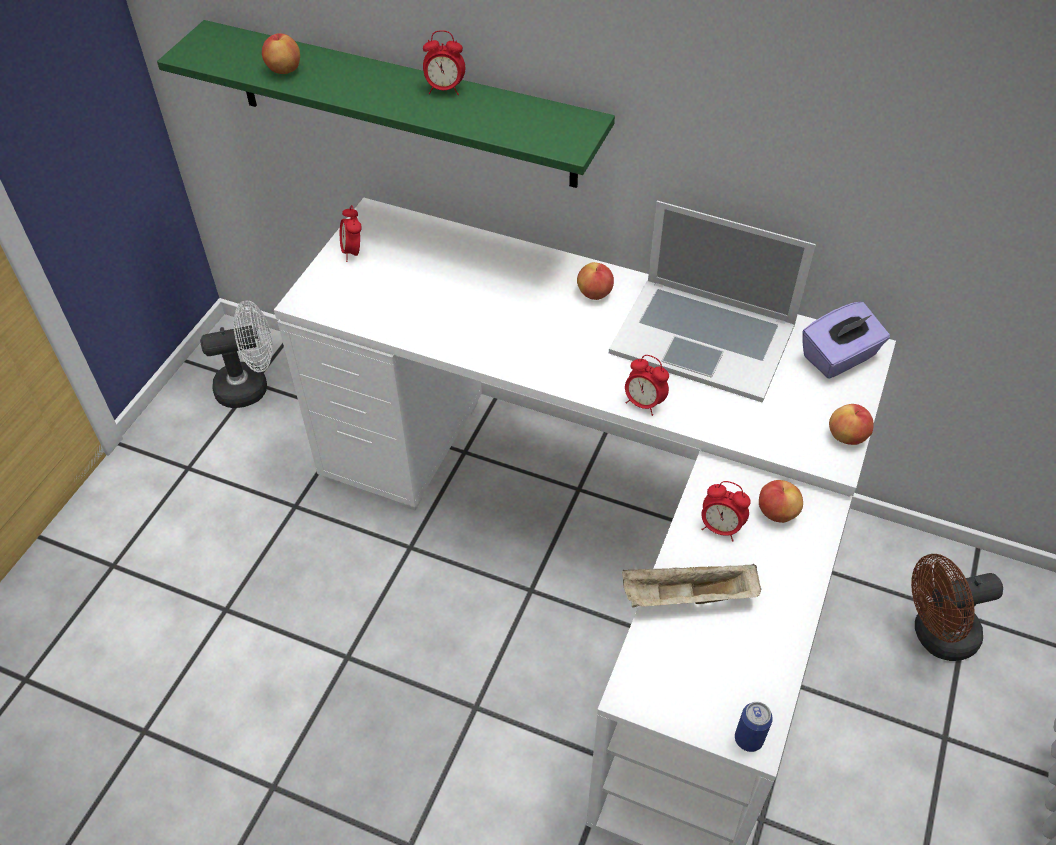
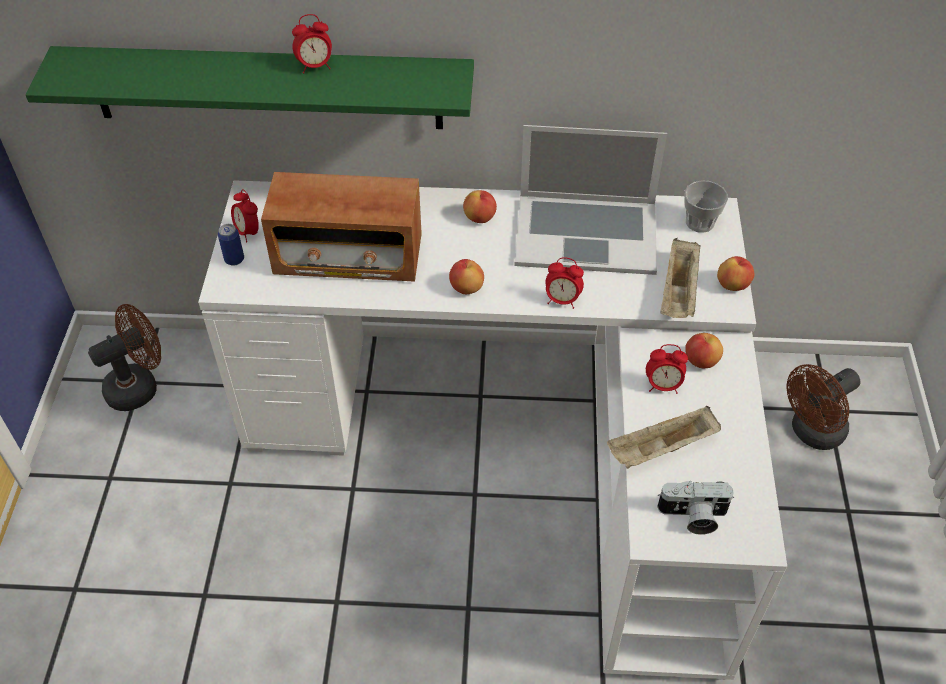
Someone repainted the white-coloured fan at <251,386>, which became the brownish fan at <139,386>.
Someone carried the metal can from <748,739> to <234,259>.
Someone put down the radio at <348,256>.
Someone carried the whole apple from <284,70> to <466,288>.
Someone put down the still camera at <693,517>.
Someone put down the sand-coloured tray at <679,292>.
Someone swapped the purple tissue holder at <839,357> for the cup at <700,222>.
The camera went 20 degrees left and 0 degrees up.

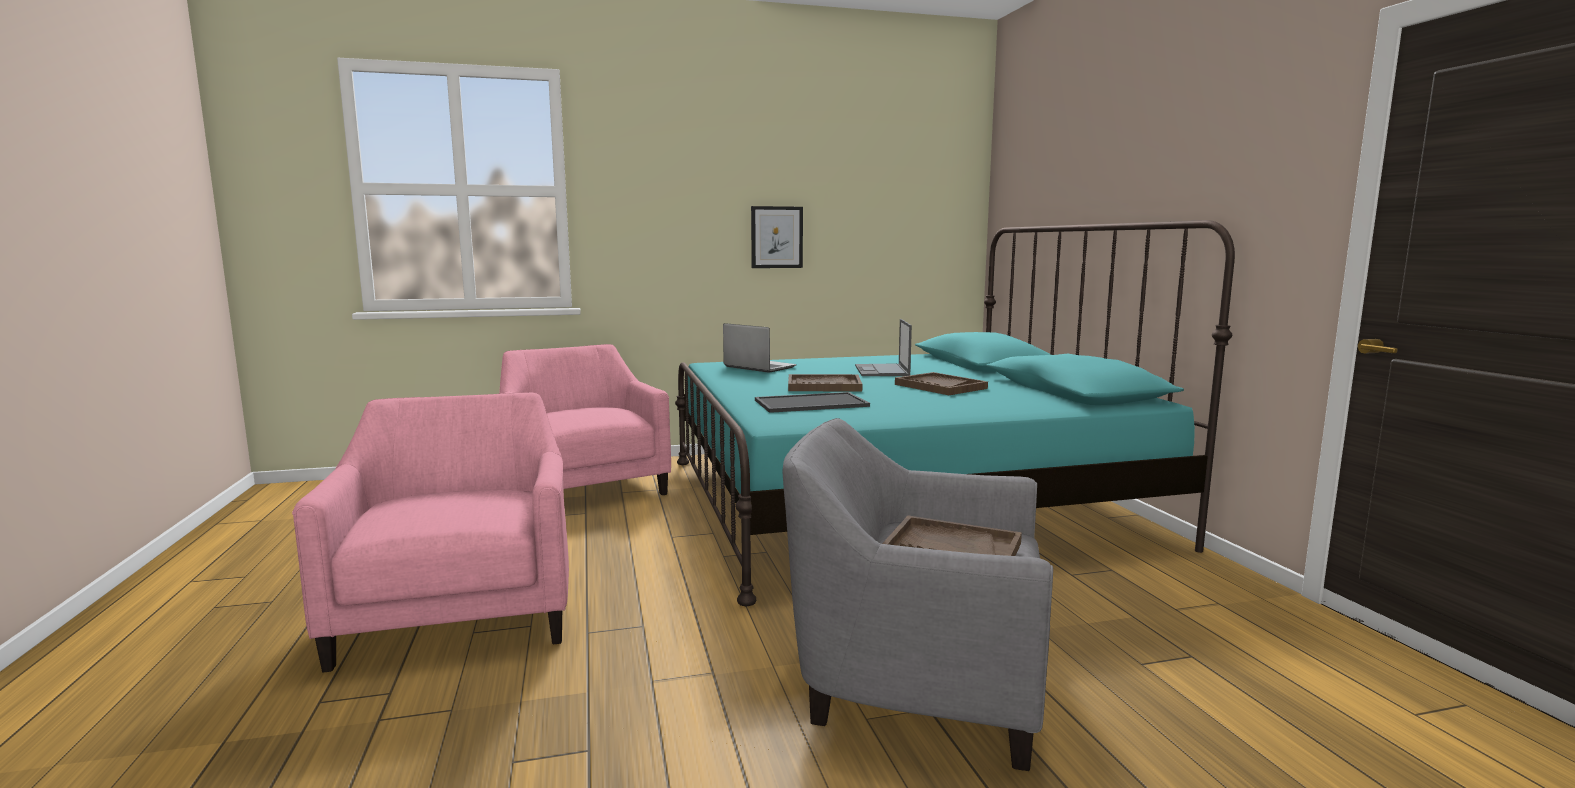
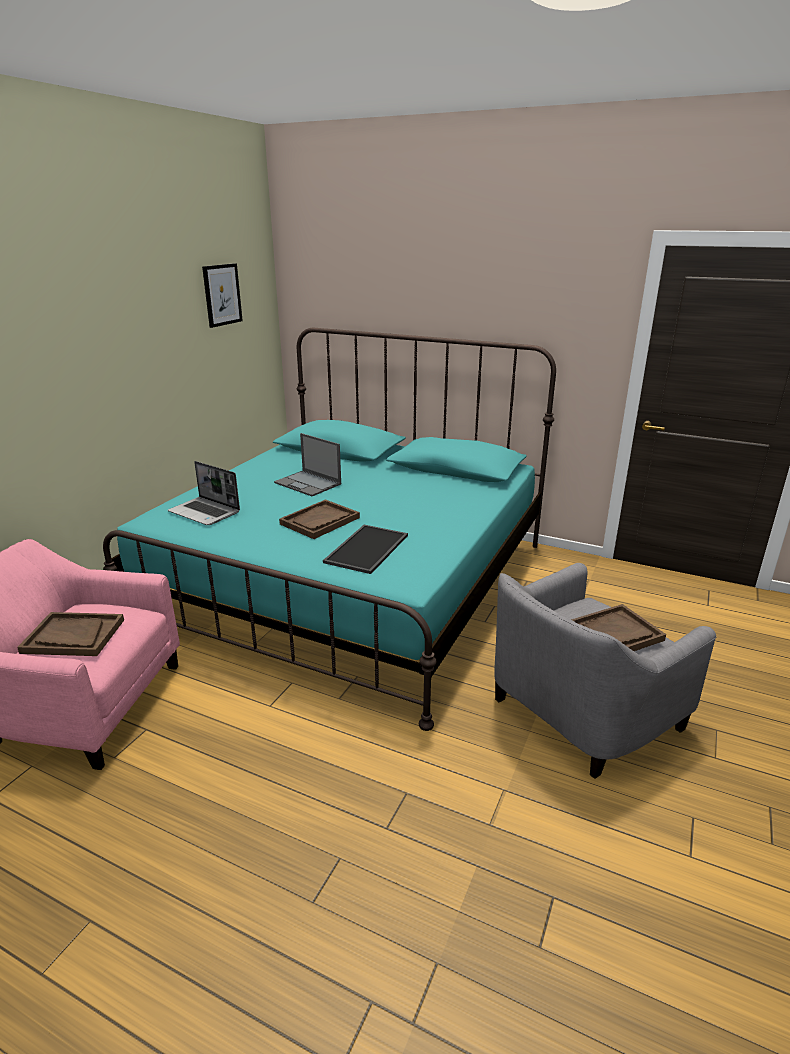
Someone carried the brownish tray from <940,386> to <73,636>.
Someone rotated the portable computer at <758,367> by 135 degrees counterclockwise.
Someone carried the wall picture from <776,237> to <222,295>.
Someone took away the pinkish armchair at <460,612>.
The camera went 50 degrees left and 15 degrees up.

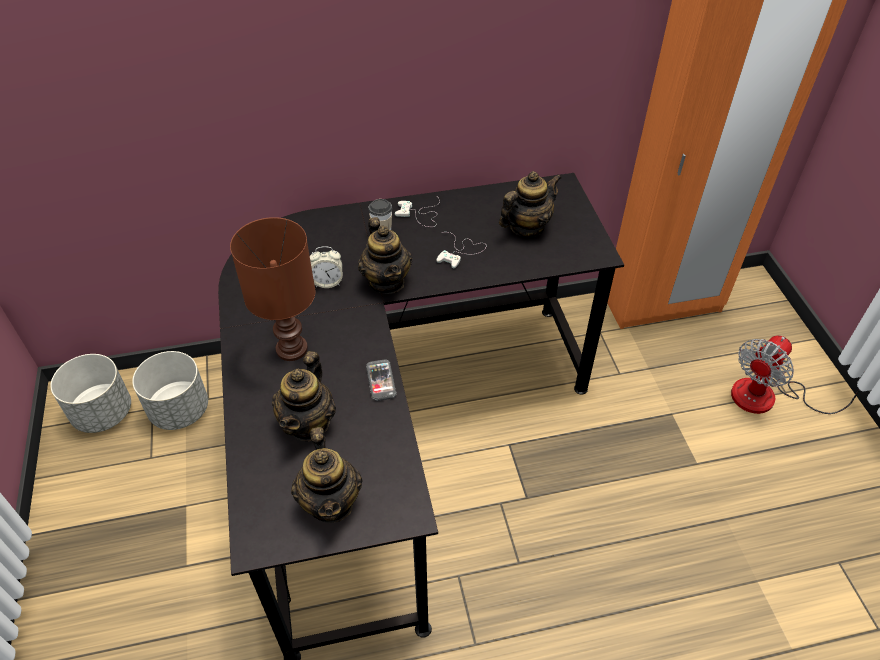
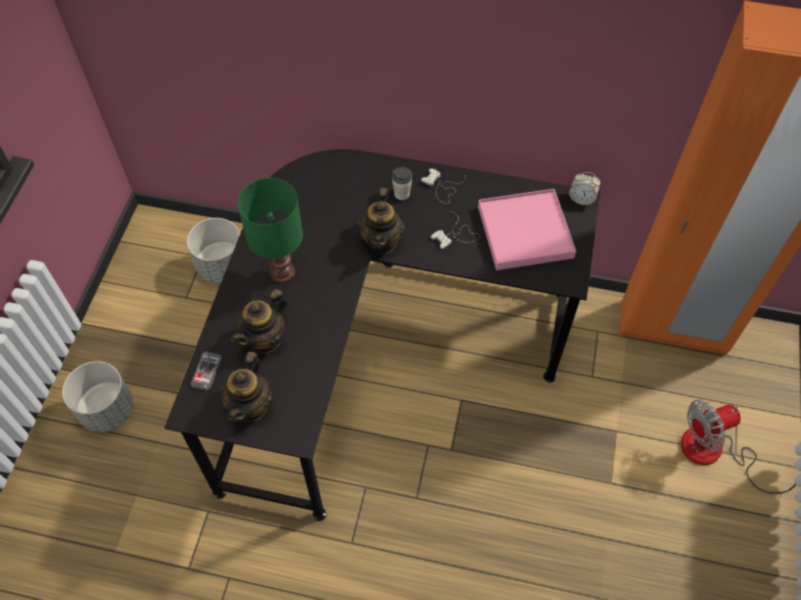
Someone carried the grey planter from <102,413> to <107,409>.
Someone carried the phone from <381,381> to <206,371>.
Someone repainted the brownish lamp for a table at <290,349>, which became the green lamp for a table at <281,273>.
Someone swapped the pot for tea at <527,227> for the pinkish tray at <524,232>.
Someone carried the alarm clock from <327,282> to <581,198>.
The camera went 25 degrees right and 10 degrees up.

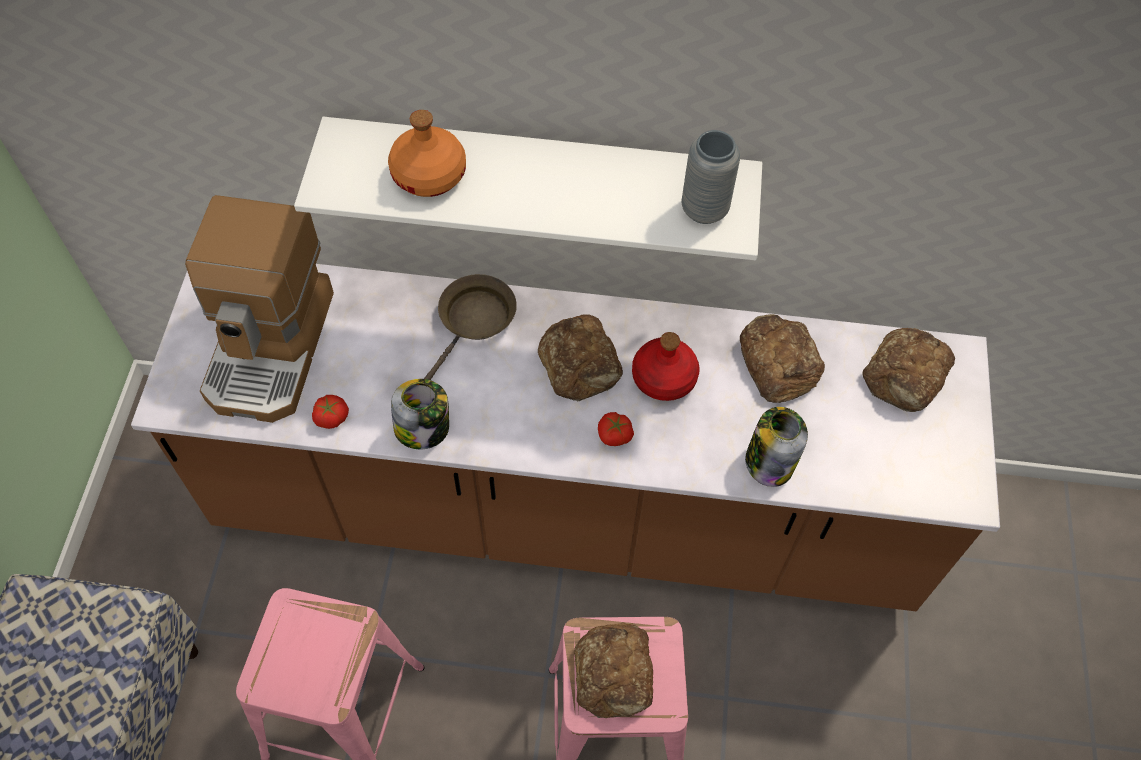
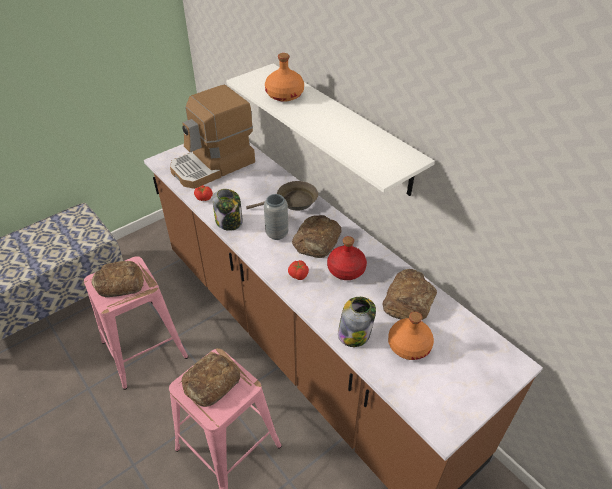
Someone carried the bakery bread from <906,375> to <119,283>.
Someone carried the grey decorative vase from <704,210> to <277,234>.
Someone put down the orange beverage bottle at <408,345>.
The camera went 45 degrees right and 15 degrees down.

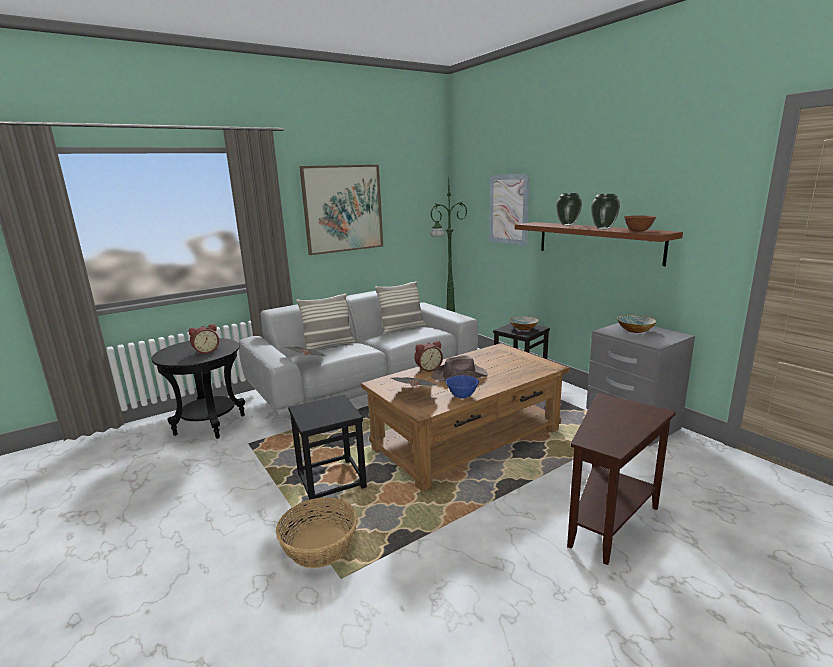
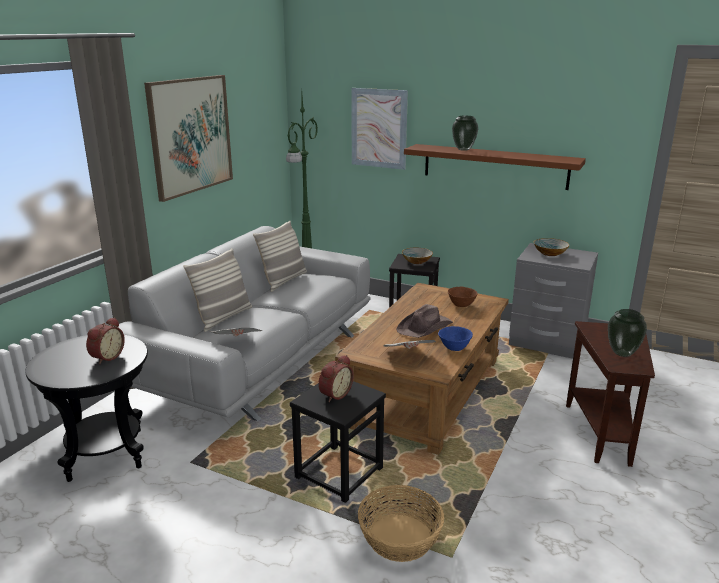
Someone carried the alarm clock from <428,369> to <334,394>.
Someone carried the brownish serving bowl from <638,231> to <461,305>.
Someone carried the decorative vase from <603,228> to <621,353>.
The camera went 30 degrees left and 5 degrees up.

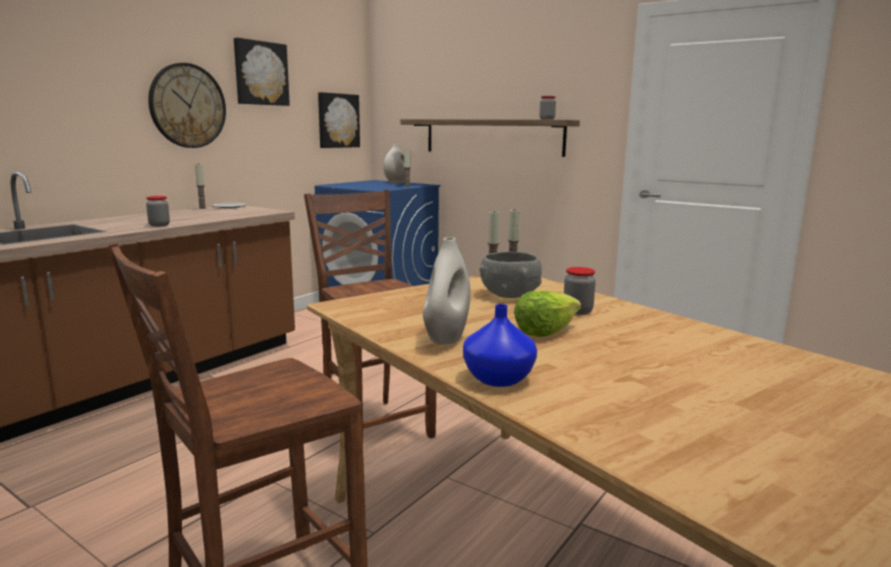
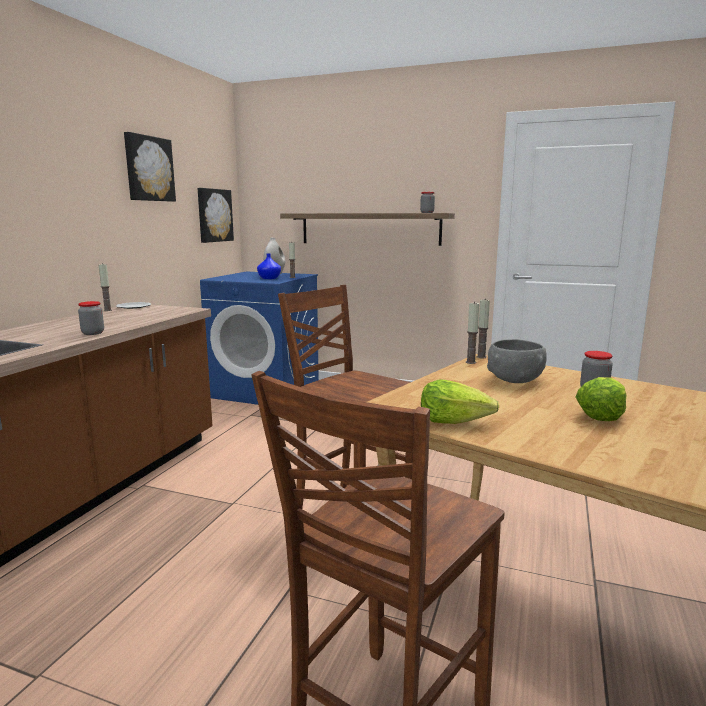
Someone carried the bluish decorative vase from <500,379> to <270,278>.
Someone put down the lettuce at <454,421>.
Someone took away the clock on the wall at <187,106>.
Someone took away the white-coloured decorative vase at <446,337>.
The camera went 15 degrees left and 0 degrees up.

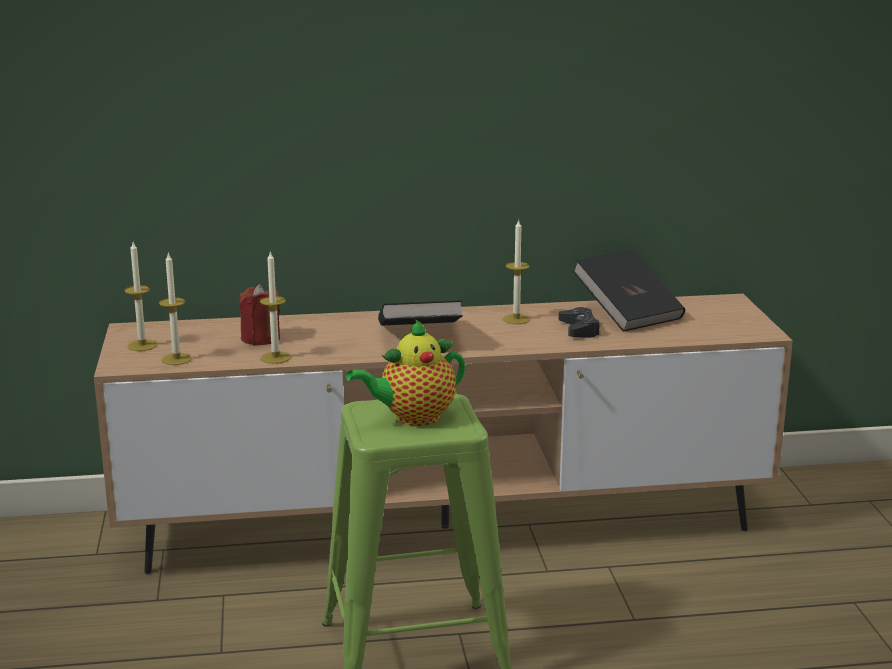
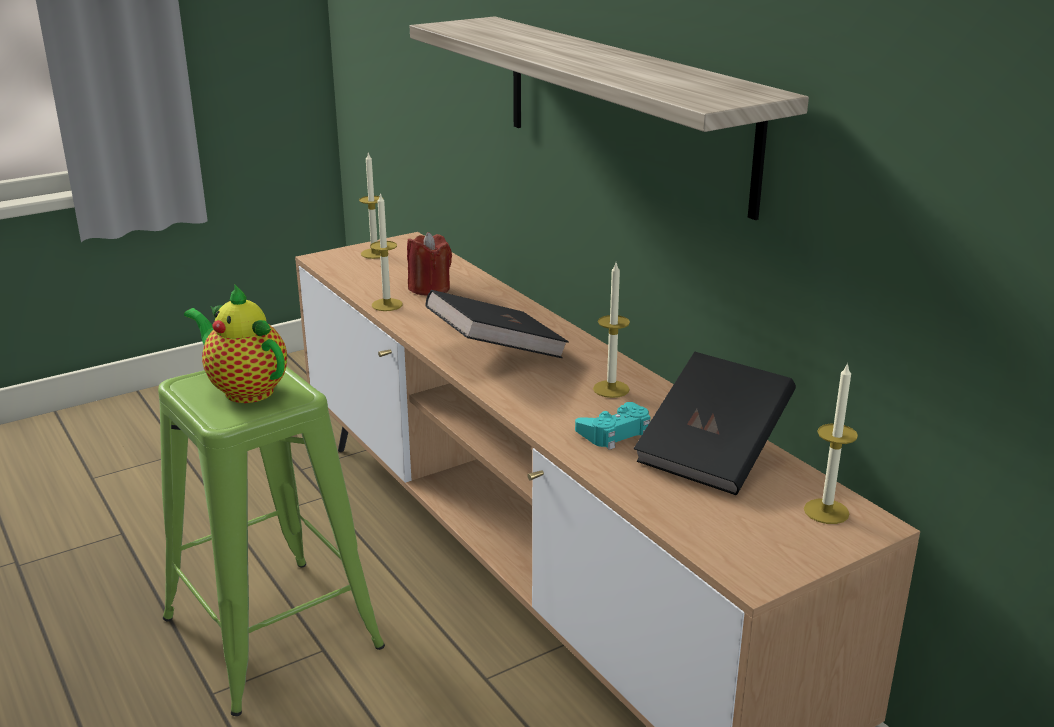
Someone put up the wall shelf at <623,109>.
Someone repainted the blackish joypad at <579,330>, which became the blue-green joypad at <615,433>.
Someone carried the candle from <176,359> to <826,511>.
The camera went 65 degrees right and 5 degrees up.

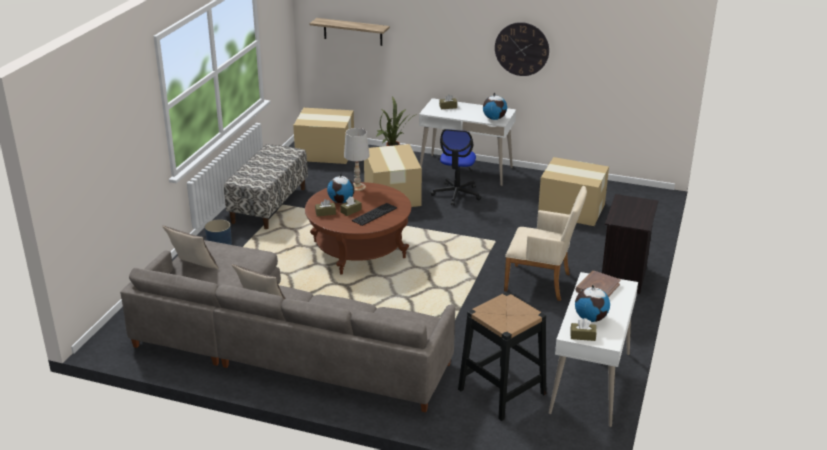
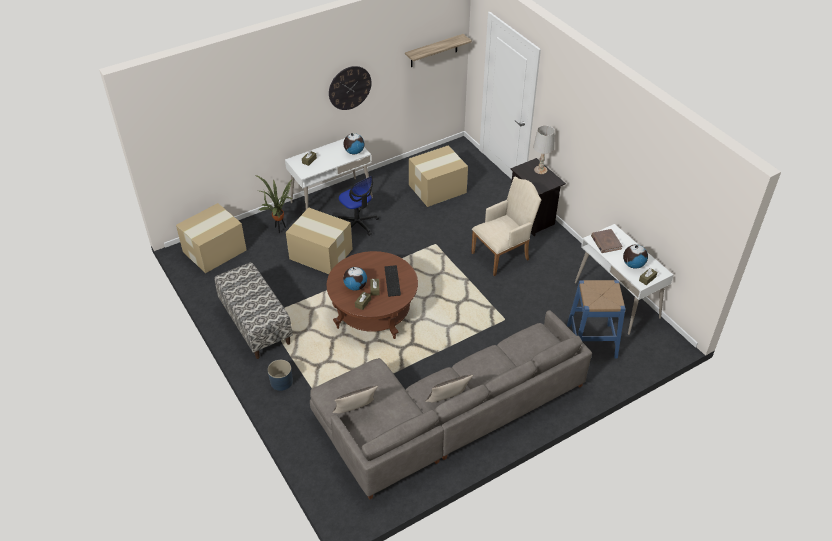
Someone carried the wall shelf from <353,32> to <434,51>.
Someone carried the white-coloured lamp for a table from <357,187> to <540,170>.
Someone repainted the blackish stool at <502,391>, which became the bluish stool at <591,341>.
The camera went 50 degrees left and 15 degrees up.

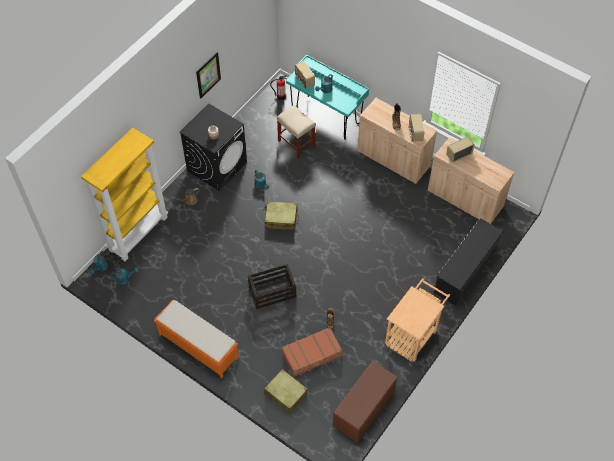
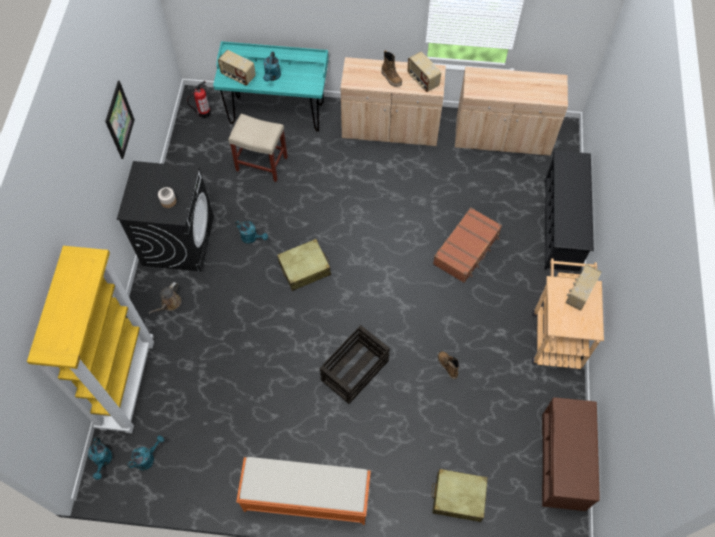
Someone carried the brownish travel case from <312,355> to <467,249>.
Someone carried the radio from <458,154> to <579,293>.
The camera went 30 degrees left and 5 degrees up.

